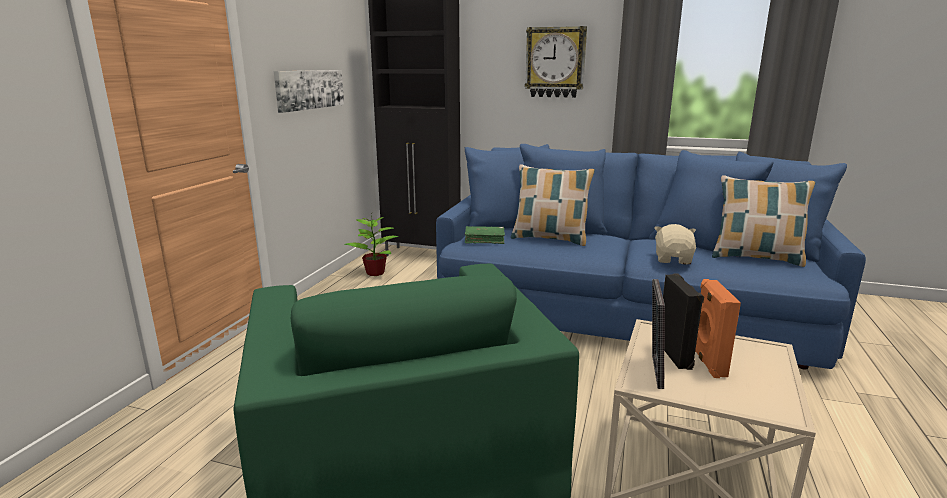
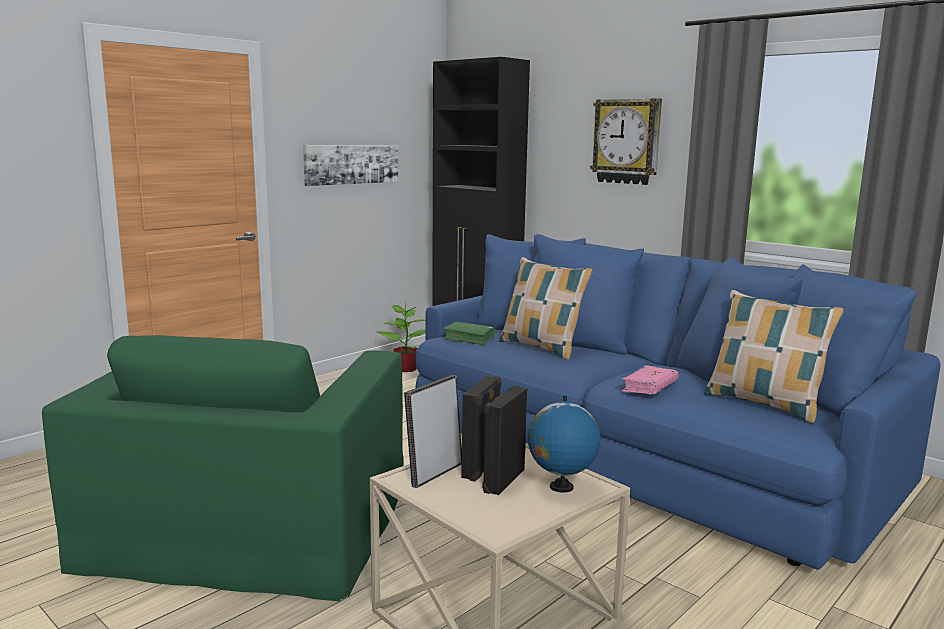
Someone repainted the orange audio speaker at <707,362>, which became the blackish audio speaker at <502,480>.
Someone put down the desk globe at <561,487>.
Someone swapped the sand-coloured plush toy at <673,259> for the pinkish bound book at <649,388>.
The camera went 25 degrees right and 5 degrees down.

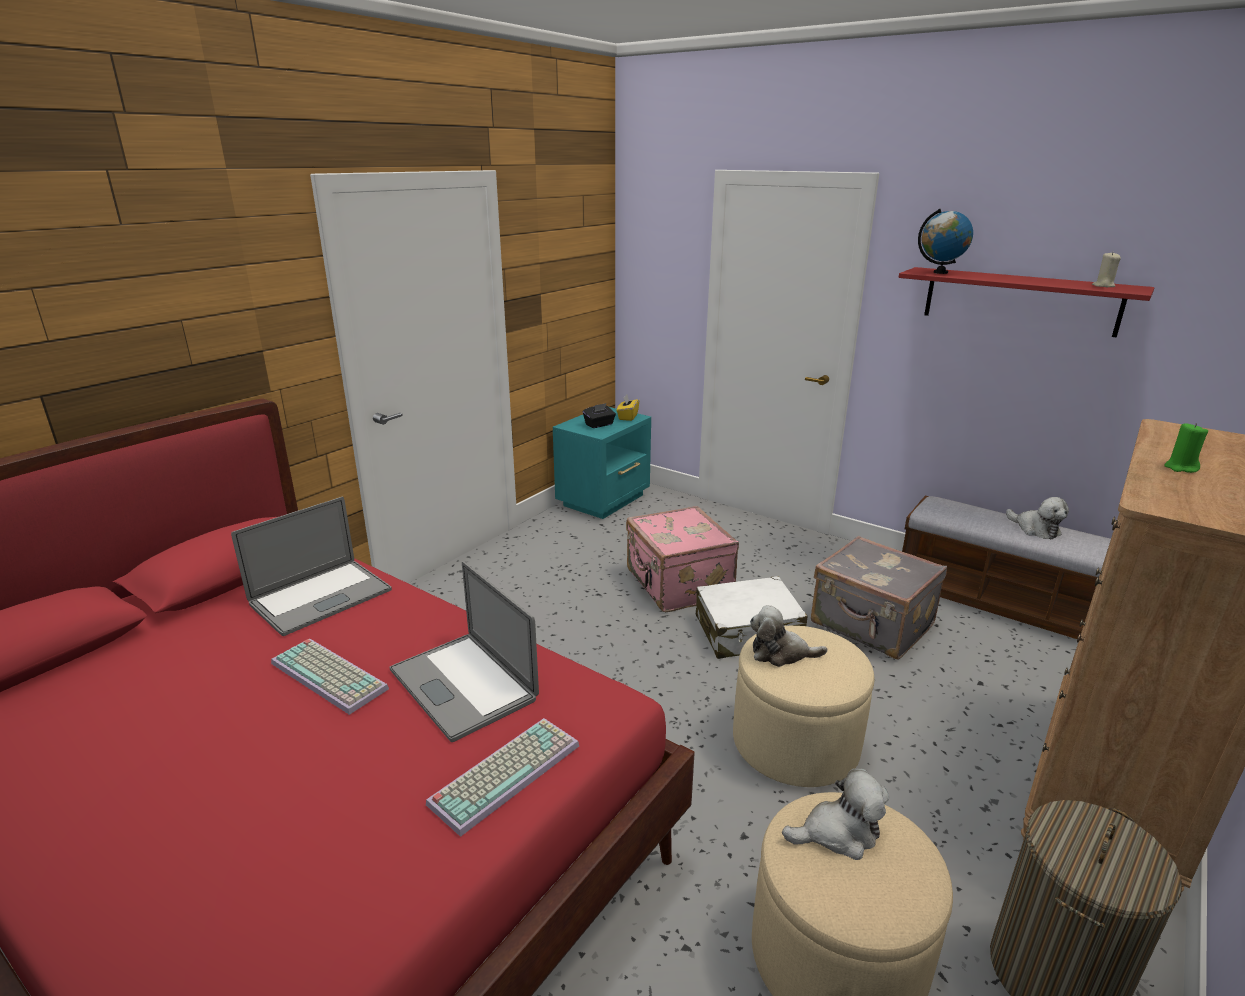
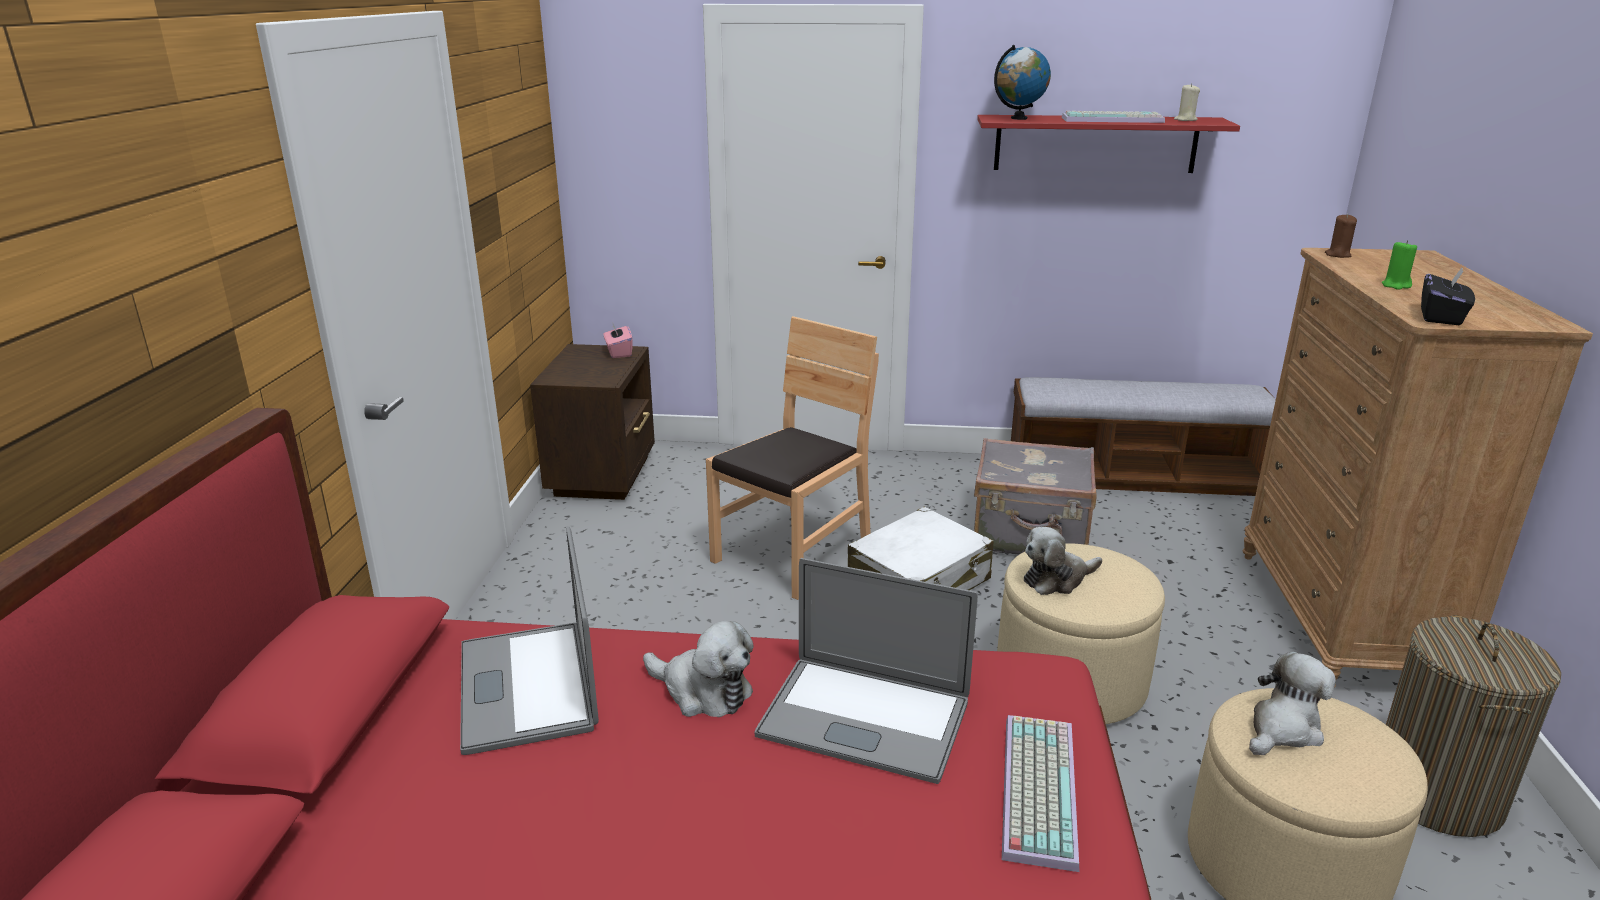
Someone rotated the portable computer at <321,597> by 150 degrees clockwise.
Someone repainted the blue-green nightstand at <605,500>, which became the brownish nightstand at <604,475>.
Someone repainted the yellow tissue holder at <627,417>, which became the pinkish tissue holder at <619,352>.
Someone carried the plush toy from <1035,529> to <703,691>.
Someone swapped the pinkish travel case at <677,585> for the brownish upright chair at <793,554>.
Someone carried the computer keyboard from <332,675> to <1113,119>.
Someone put down the brownish candle at <1337,255>.
Someone carried the blackish tissue holder from <599,425> to <1441,317>.
The camera went 30 degrees left and 0 degrees up.

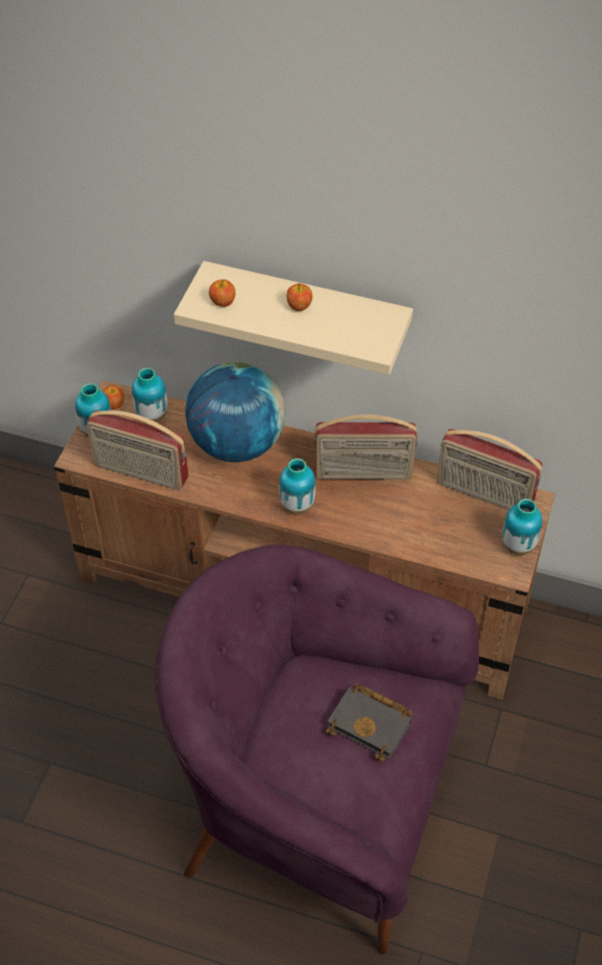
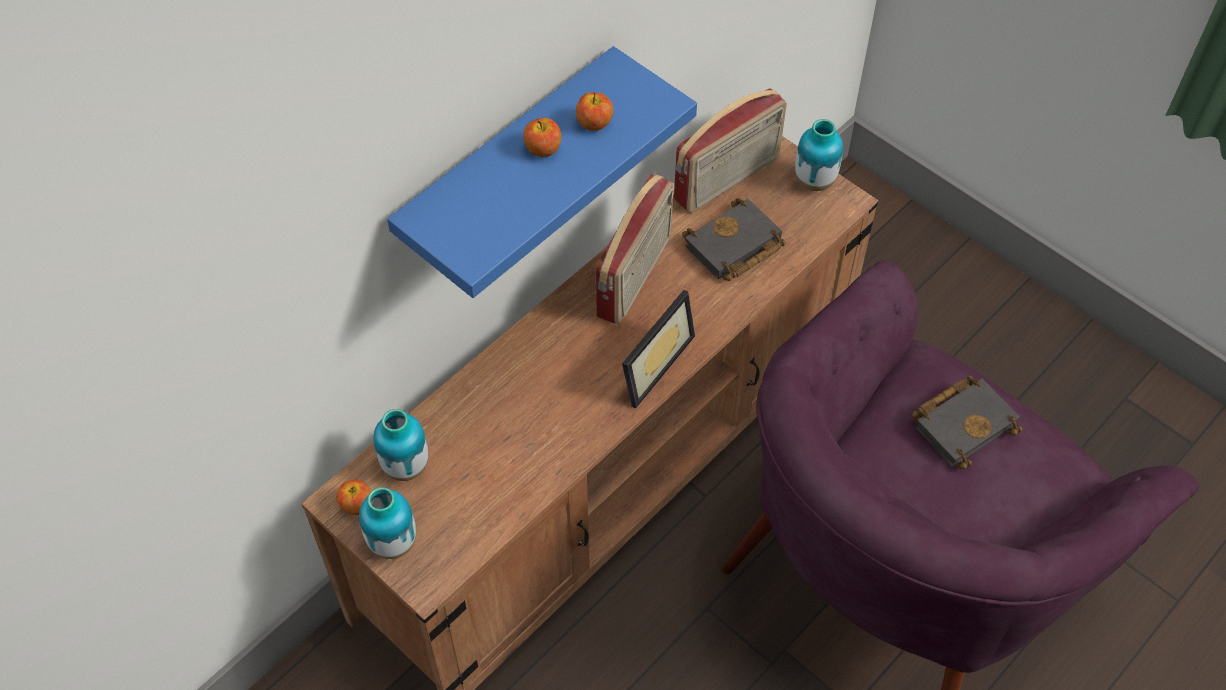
Someone repainted the sand-coloured wall shelf at <306,315>, which became the bluish wall shelf at <508,168>.
Someone carried the whole apple from <222,302> to <594,123>.
Someone swapped the decorative vase at <297,506> for the photo frame at <649,362>.
Someone put down the blackish bound book at <733,248>.
Someone took away the radio at <140,473>.
Someone took away the desk globe at <237,444>.
The camera went 65 degrees left and 5 degrees up.

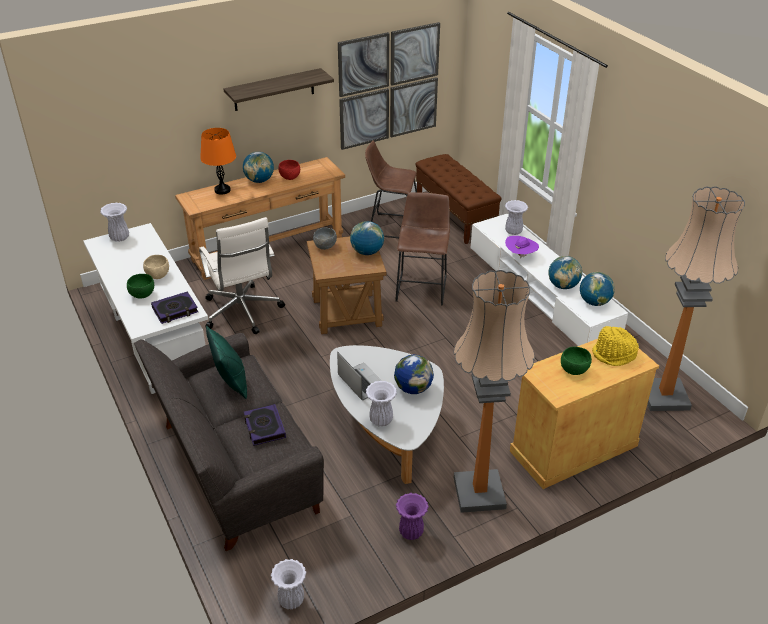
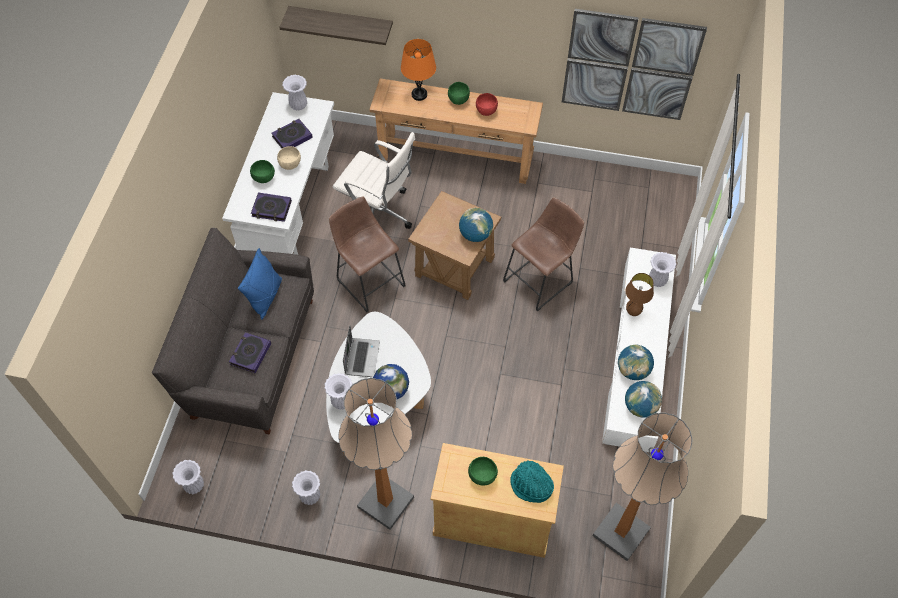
Someone repainted the green throw pillow at <231,382>, which became the bluish throw pillow at <266,297>.
Someone put down the bound book at <292,137>.
Someone carried the wall shelf from <274,90> to <341,23>.
Someone repainted the purple decorative vase at <411,533>, which became the white-coloured decorative vase at <309,496>.
Someone carried the brownish stool from <391,226> to <369,280>.
Someone rotated the white-coloured desk chair at <242,312> by 75 degrees counterclockwise.
Someone swapped the desk globe at <259,181> for the green serving bowl at <458,100>.
Someone repainted the yellow hat at <614,355>, which became the blue-green hat at <531,486>.
Someone swapped the purple hat at <520,256> for the brownish lamp for a table at <633,312>.
Someone took away the grey serving bowl at <325,247>.
Someone took away the brownish long seat at <455,216>.
The camera went 40 degrees right and 20 degrees up.

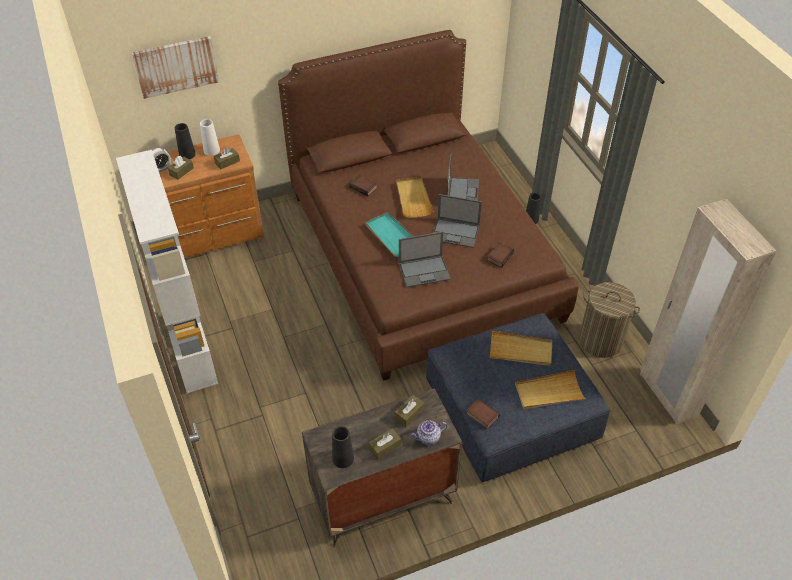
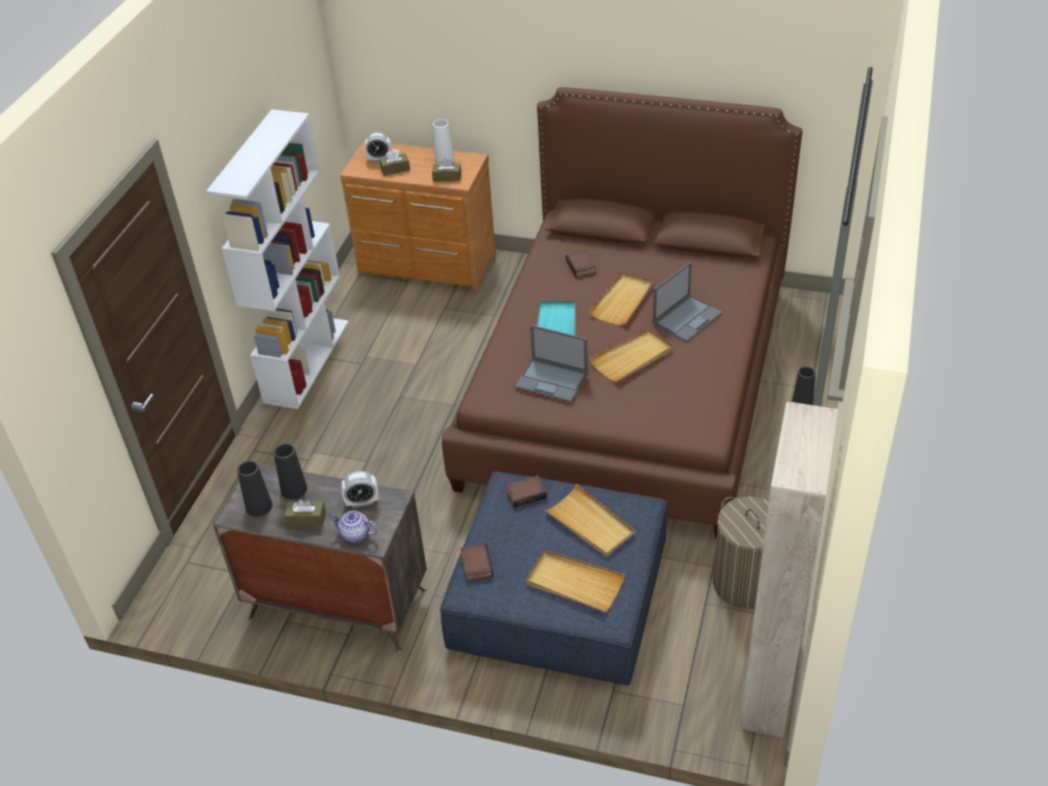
Someone carried the blackish decorative vase from <187,154> to <294,489>.
Someone swapped the brownish tissue holder at <409,414> for the alarm clock at <362,502>.
Someone carried the bound book from <499,256> to <526,493>.
Someone swapped the portable computer at <456,232> for the sand-coloured tray at <632,357>.
Someone took away the wall picture at <176,66>.
The camera went 40 degrees right and 5 degrees down.

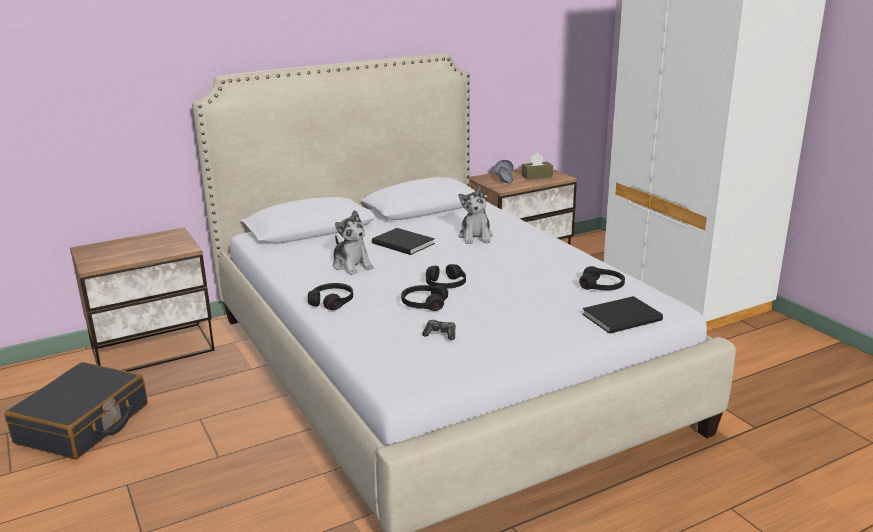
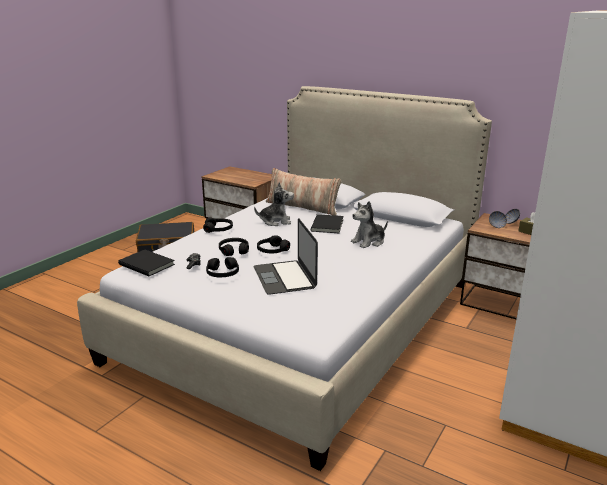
Someone carried the blackish bound book from <619,316> to <147,264>.
Someone carried the blackish pair of headphones from <602,286> to <222,273>.
Someone put down the portable computer at <284,277>.
Someone rotated the plush toy at <352,265> by 120 degrees counterclockwise.
Someone put down the throw pillow at <302,207>.
The camera went 60 degrees right and 0 degrees up.

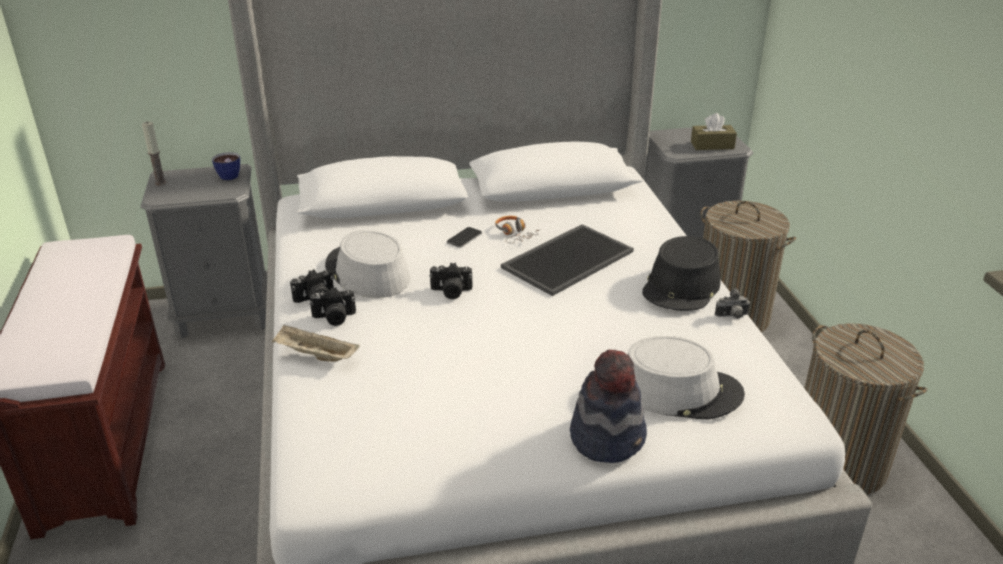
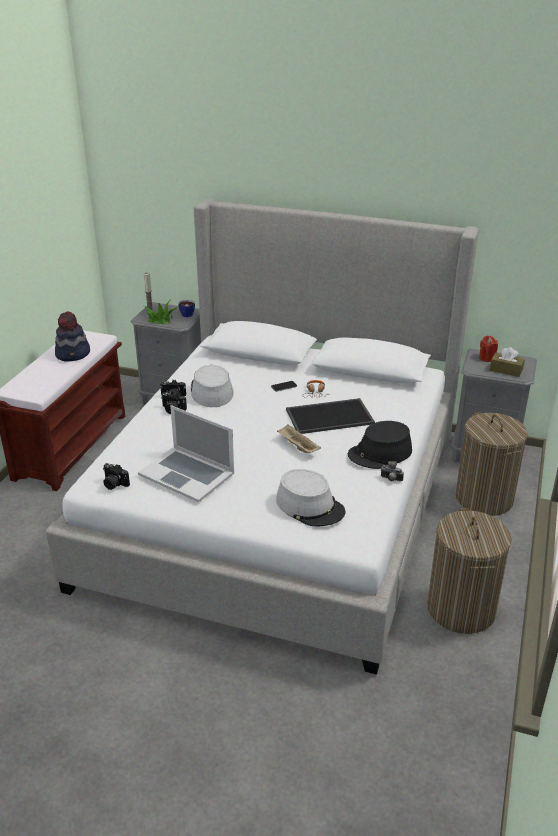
Someone carried the hat from <608,437> to <73,354>.
Someone carried the still camera from <451,292> to <114,484>.
Someone put down the portable computer at <187,473>.
Someone put down the potted plant at <160,319>.
Someone carried the sand-coloured tray from <315,355> to <297,446>.
Someone put down the red-coloured candle at <487,358>.
The camera went 30 degrees right and 0 degrees up.

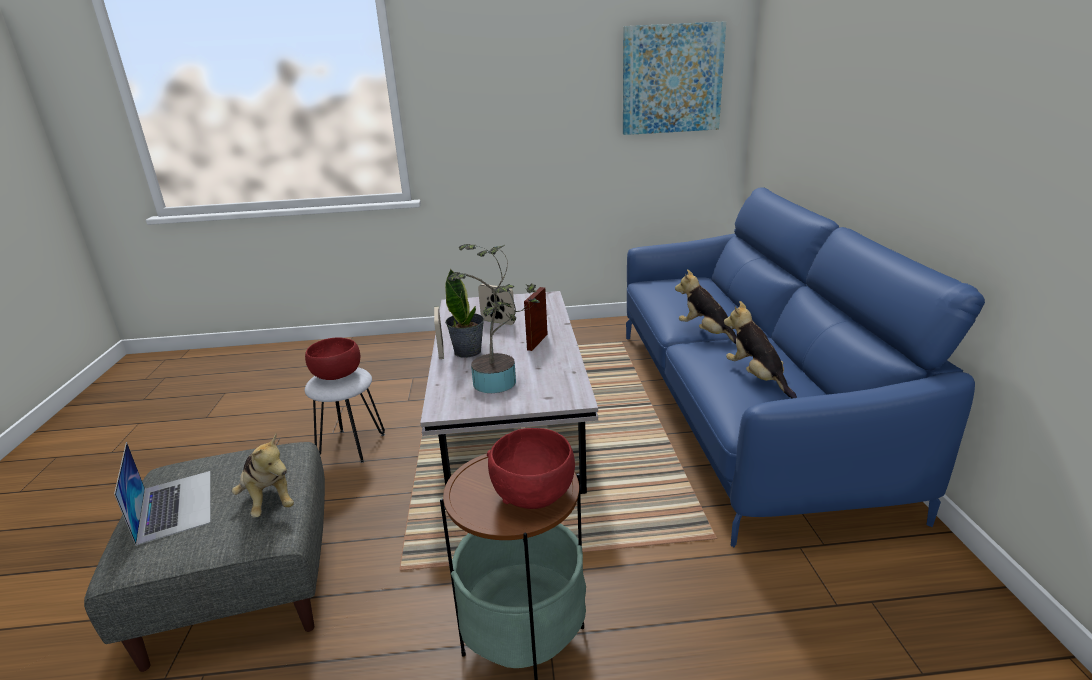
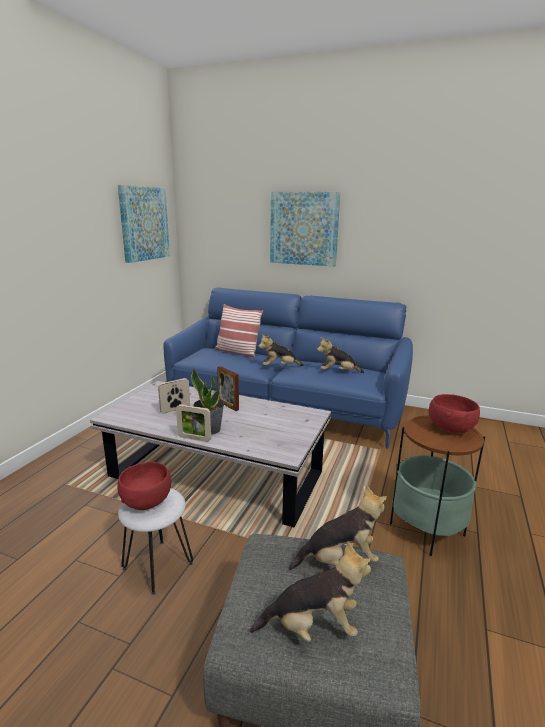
Someone put down the throw pillow at <237,352>.
Someone swapped the portable computer at <175,505> for the plush toy at <313,626>.
Someone put up the wall picture at <304,228>.
Someone took away the potted plant at <500,382>.
The camera went 65 degrees left and 5 degrees down.

